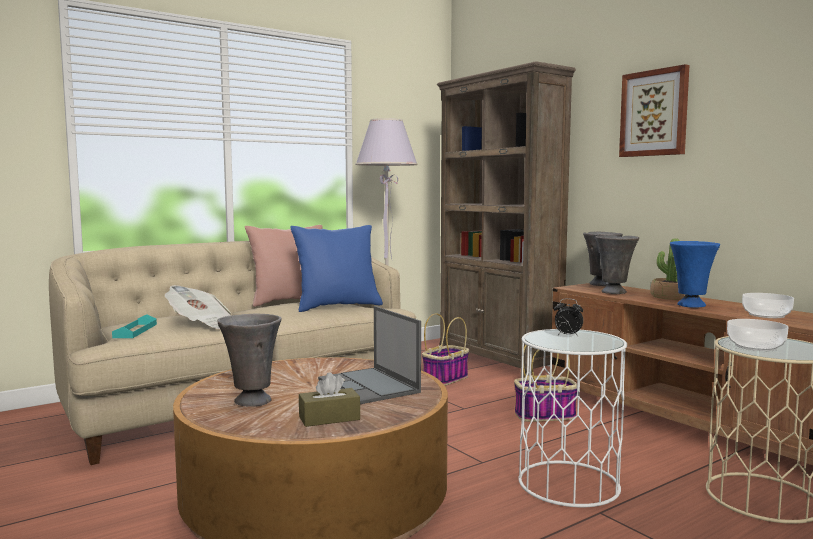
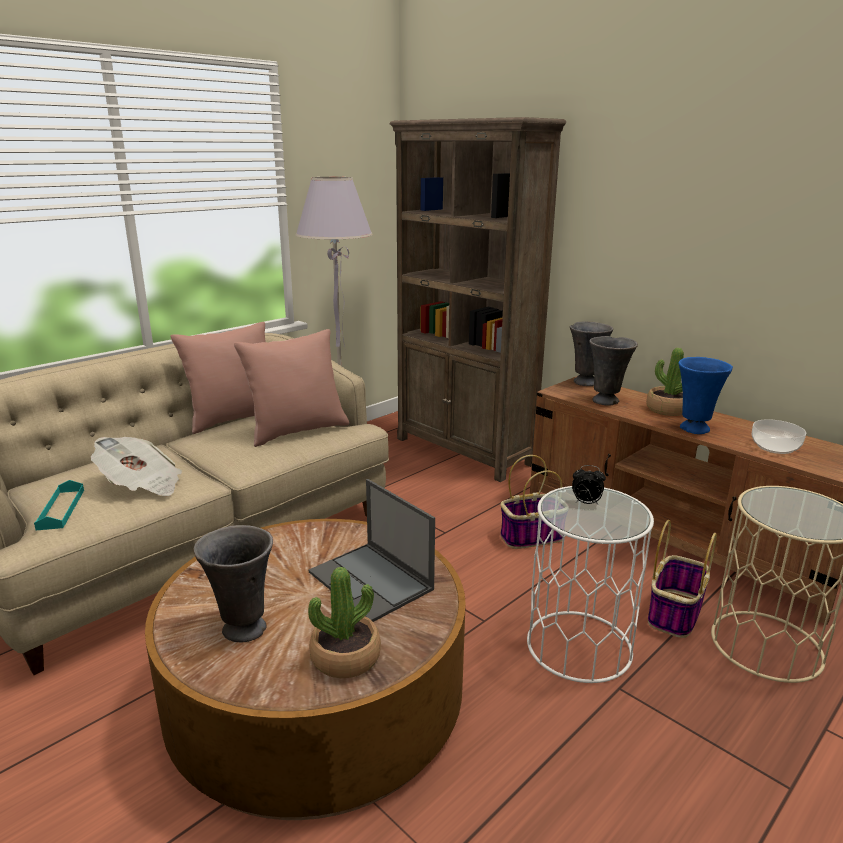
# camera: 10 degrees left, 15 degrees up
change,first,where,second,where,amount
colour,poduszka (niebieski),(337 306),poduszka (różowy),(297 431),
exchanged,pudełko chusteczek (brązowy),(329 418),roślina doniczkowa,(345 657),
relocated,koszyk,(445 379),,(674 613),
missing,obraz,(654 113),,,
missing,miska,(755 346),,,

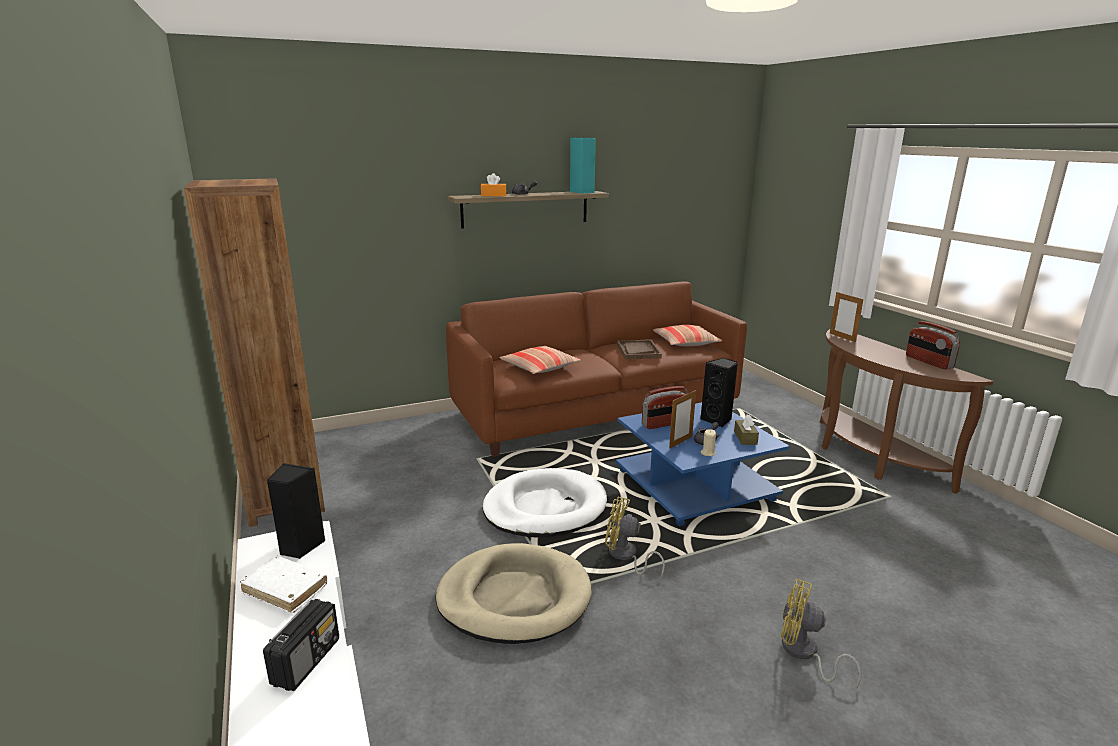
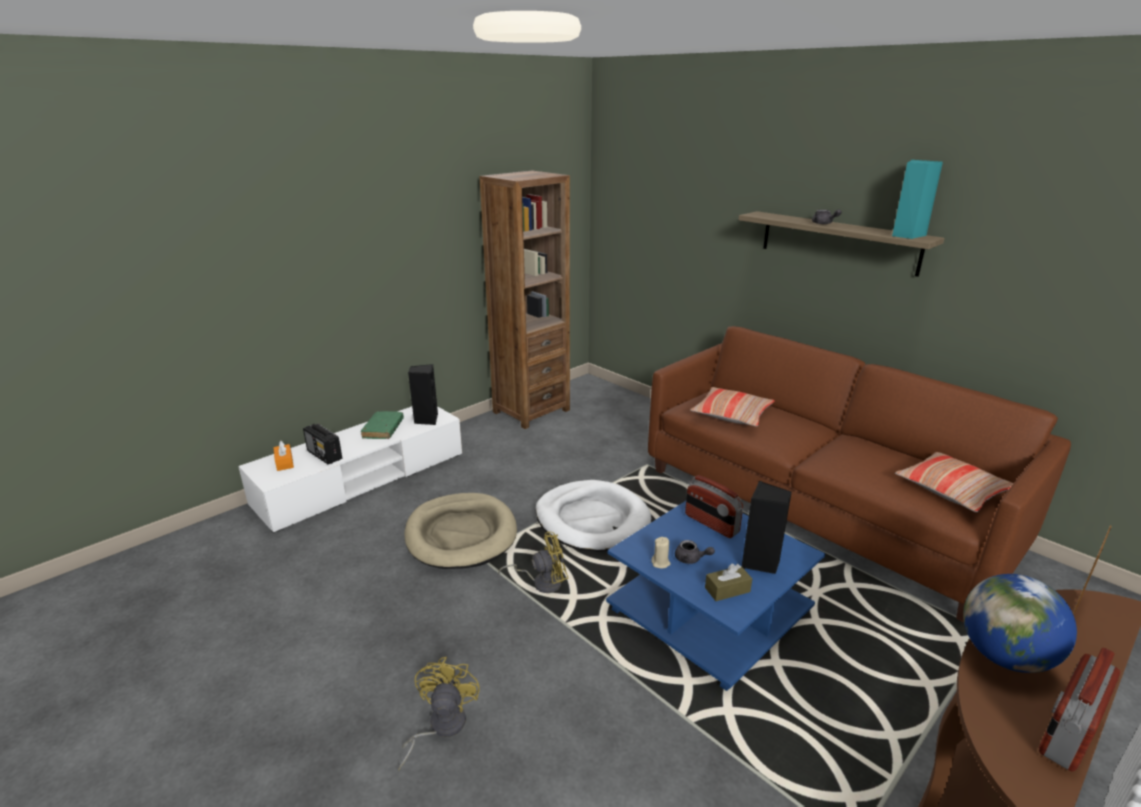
# camera: 70 degrees right, 5 degrees up
change,first,where,second,where,amount
relocated,pudełko chusteczek (pomarańczowy),(493 195),,(284 462),
spun,radio,(307 661),,(325 455),45 degrees clockwise
colour,książka (biały),(285 590),książka (zielony),(383 429),
spun,wentylator (żółty),(626 556),,(542 582),75 degrees clockwise
appeared,,,globus,(1004 656),
missing,taca (brązowy),(638 351),,,
missing,ramka na zdjęcie,(680 442),,,

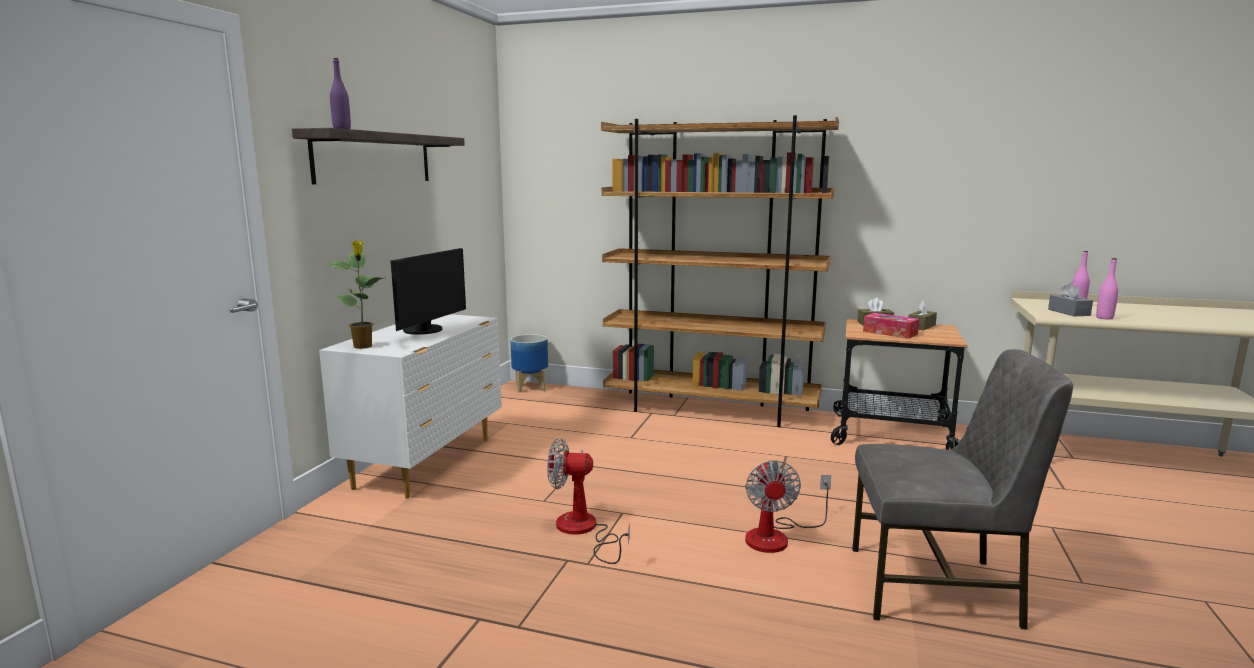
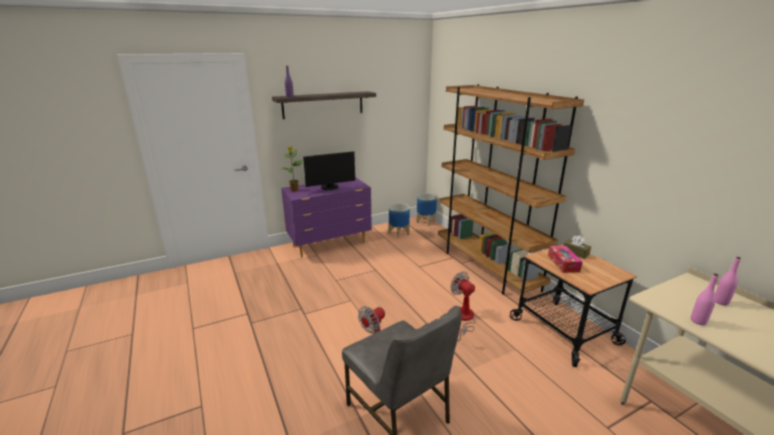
# camera: 45 degrees right, 10 degrees up
change,first,where,second,where,amount
colour,komoda (biały),(427 462),komoda (fioletowy),(330 244),
appeared,,,donica,(398 234),
relocated,wentylator,(583 531),,(463 319),
missing,pudełko chusteczek (brązowy),(921 326),,,
missing,pudełko chusteczek (szary),(1068 312),,,

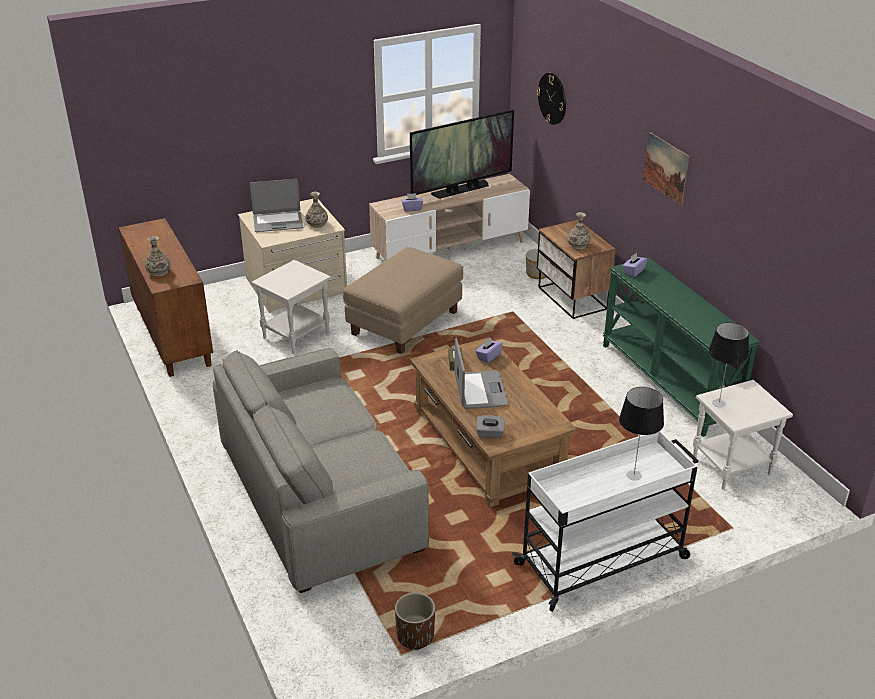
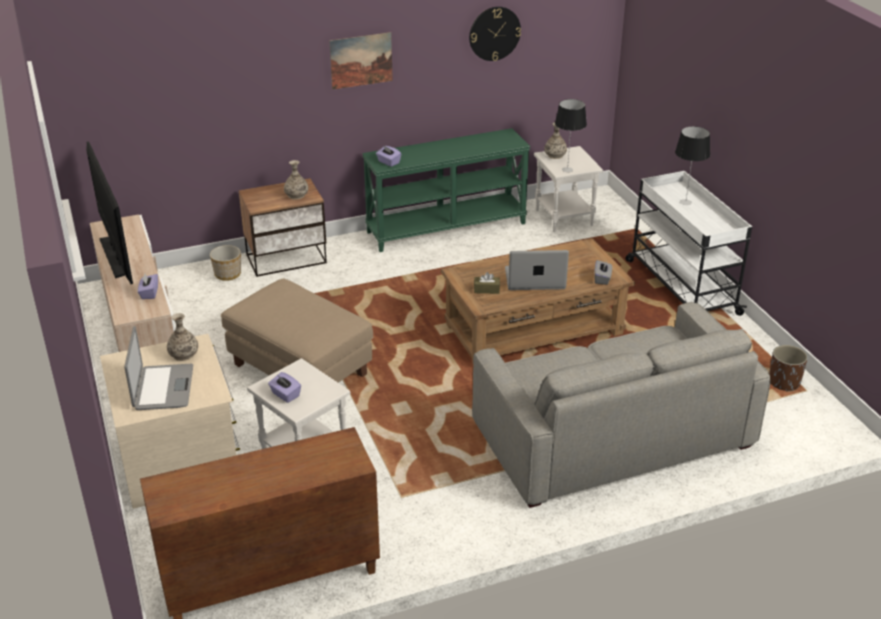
# camera: 85 degrees left, 0 degrees up
change,first,where,second,where,amount
relocated,pudełko chusteczek (fioletowy),(488 356),,(285 395),
relocated,zegar ścienny,(552 98),,(494 33),
relocated,wazon,(158 272),,(555 155),

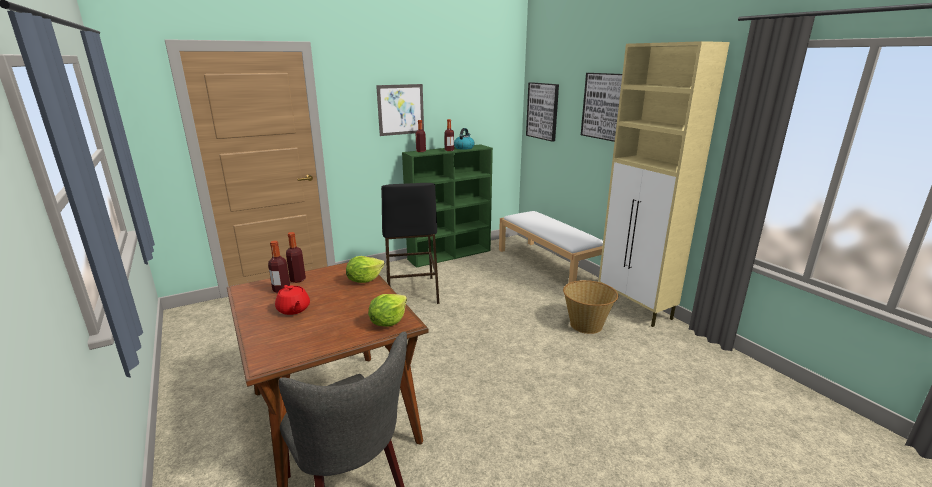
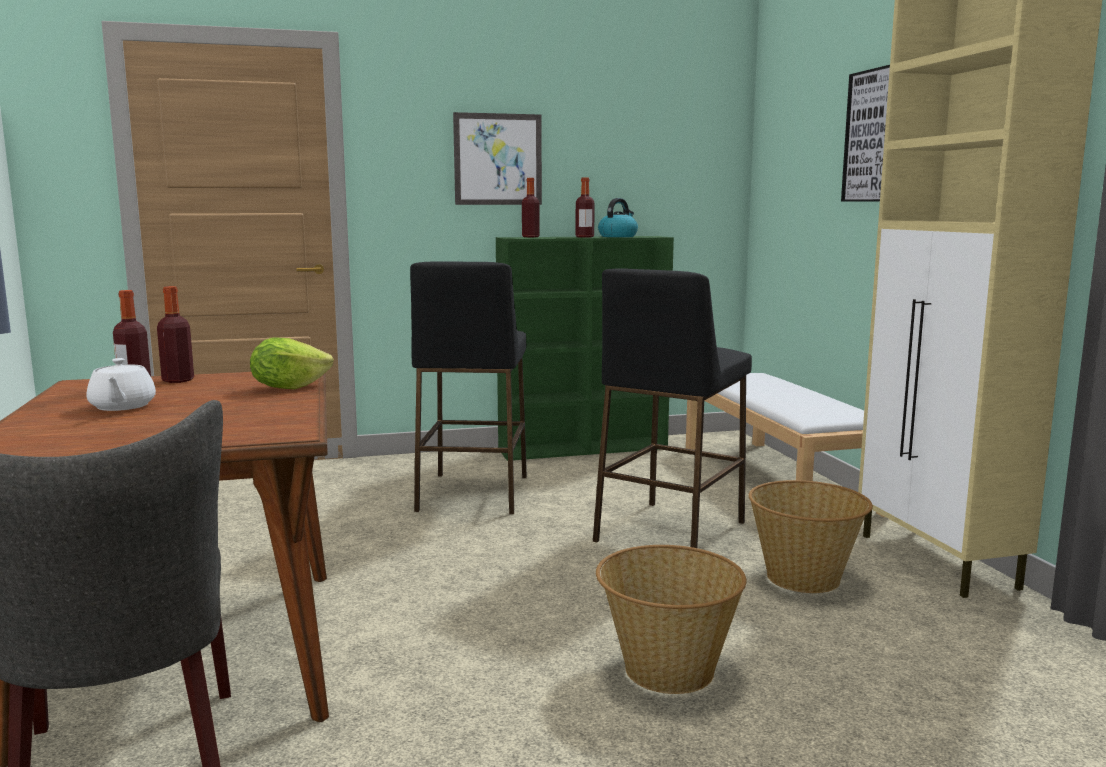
# camera: 15 degrees right, 10 degrees down
change,first,where,second,where,amount
colour,imbryk (czerwony),(293 309),imbryk (biały),(122 407),
appeared,,,stołek (czarny),(670 532),
appeared,,,koszyk,(667 669),
missing,sałata,(388 322),,,
missing,obraz,(543 111),,,

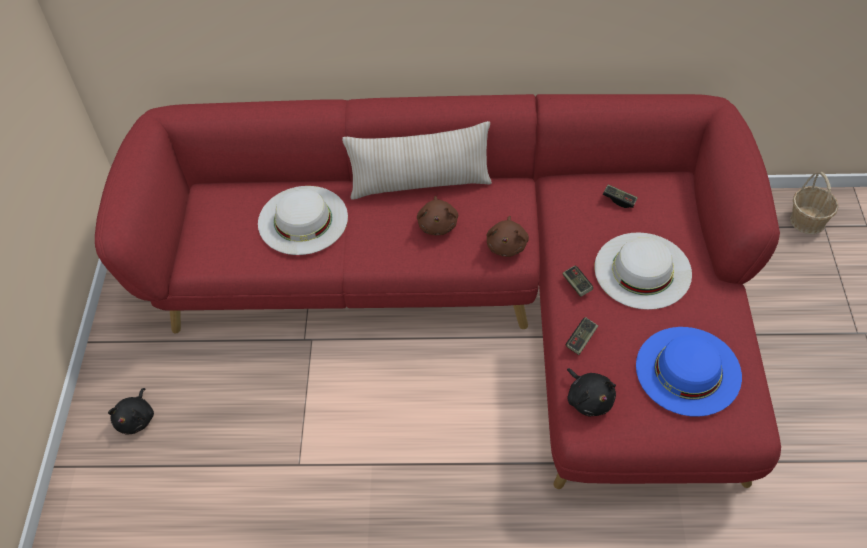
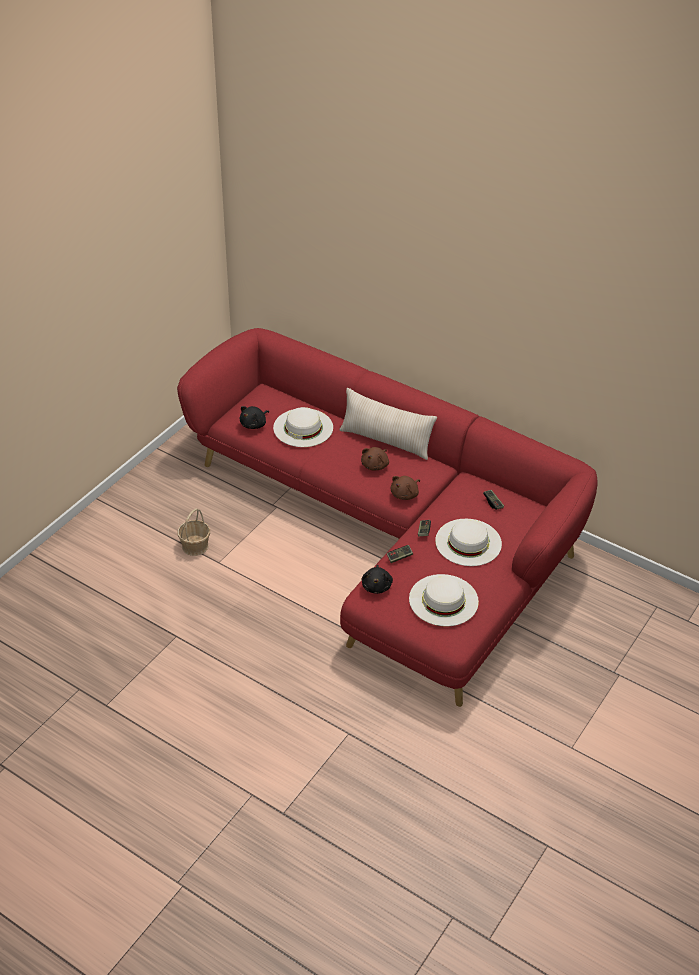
# camera: 30 degrees right, 10 degrees down
change,first,where,second,where,amount
relocated,koszyk,(807 220),,(195 546),
relocated,pluszak (czarny),(136 419),,(254 424),
colour,kapelusz (niebieski),(688 370),kapelusz (biały),(443 600),

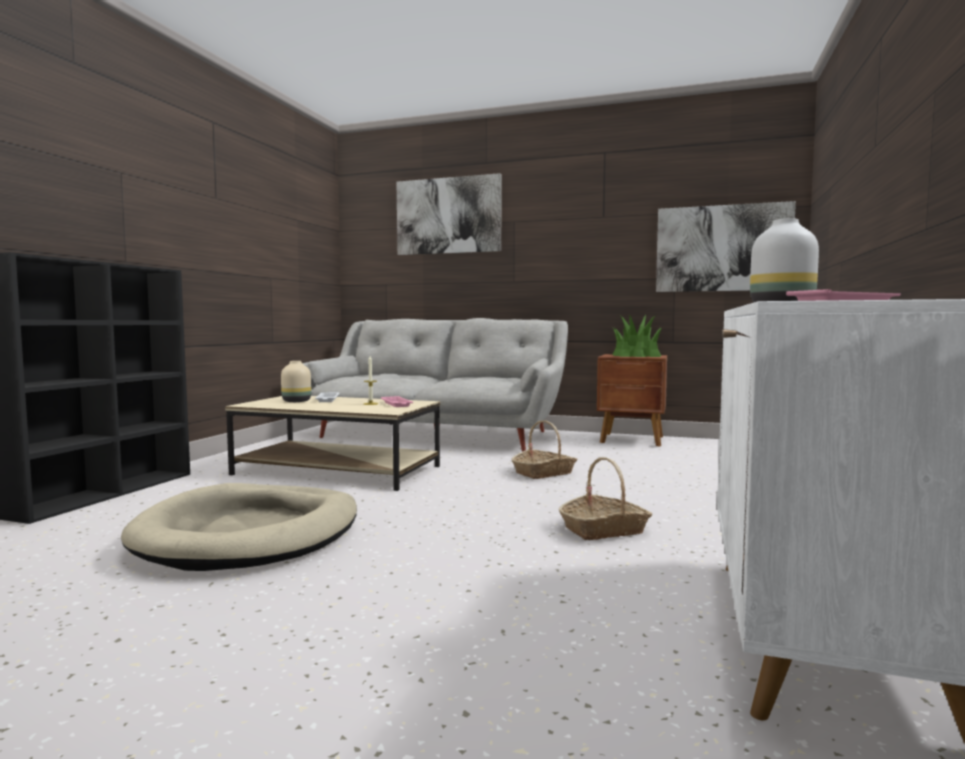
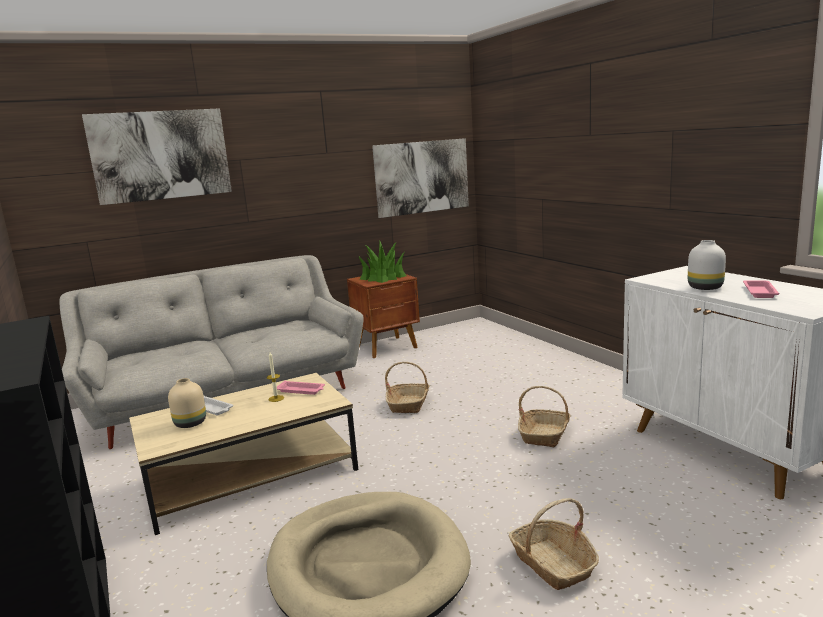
# camera: 45 degrees left, 10 degrees up
change,first,where,second,where,amount
appeared,,,koszyk,(553 564),

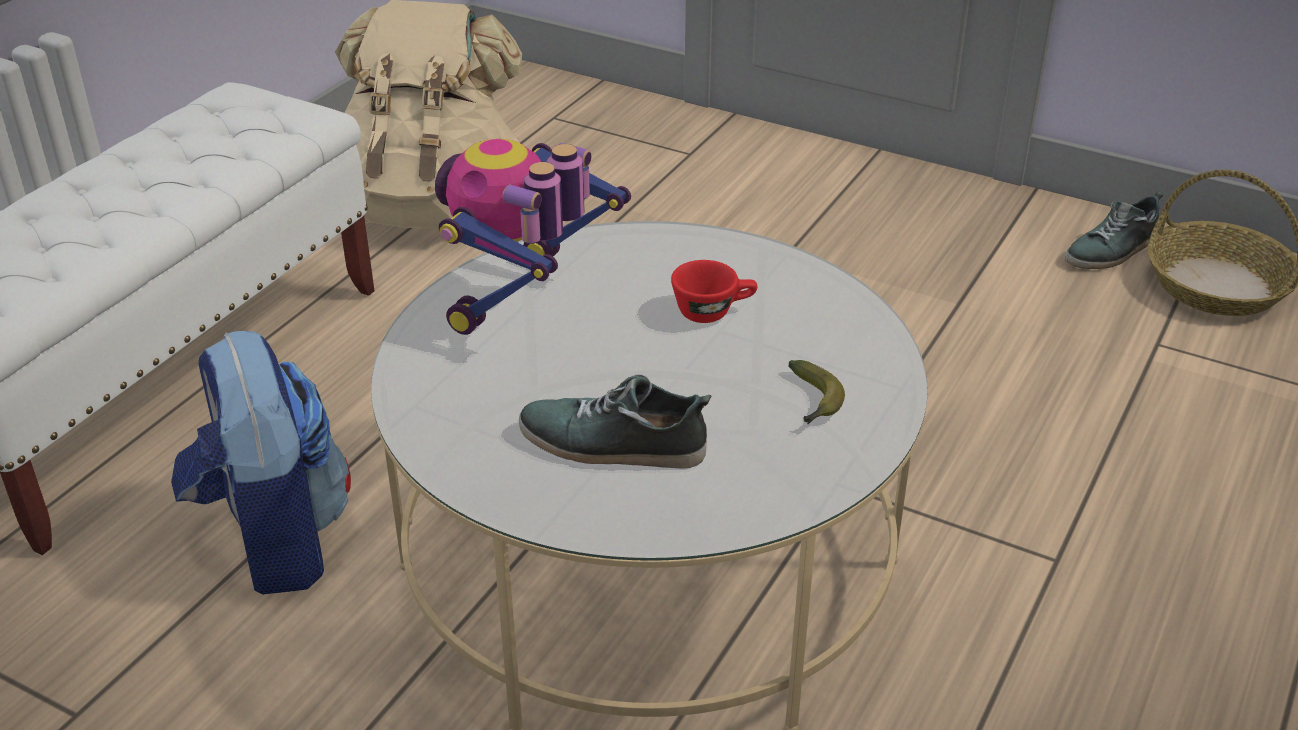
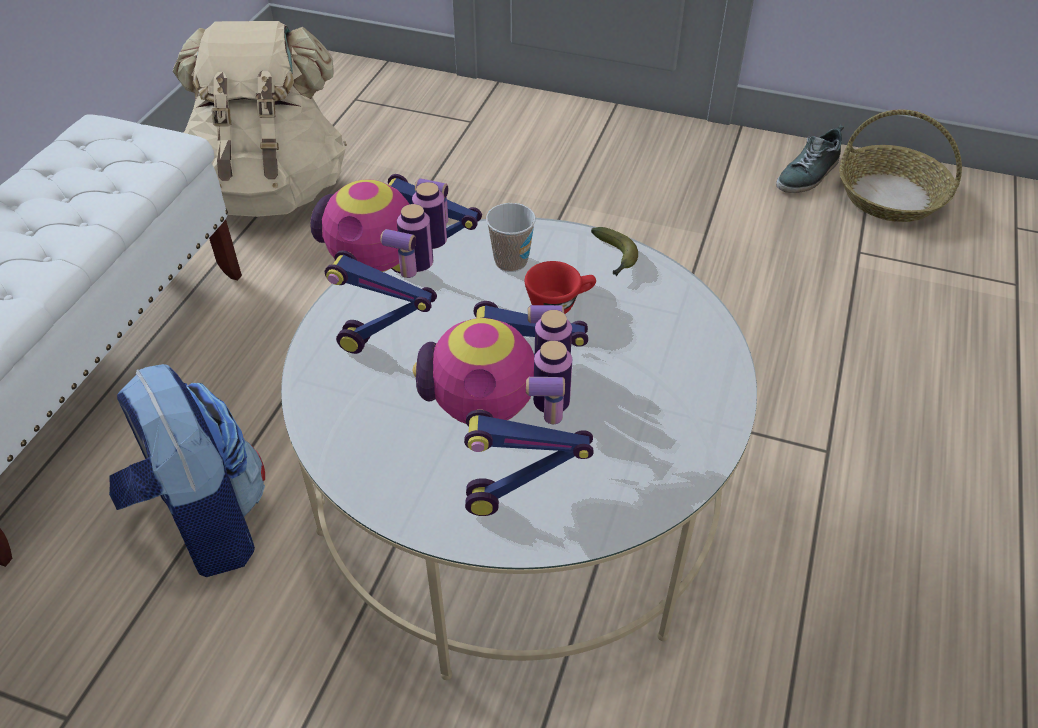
# camera: 10 degrees left, 10 degrees up
change,first,where,second,where,amount
exchanged,but,(612 444),robot zabawkowy,(508 450),
appeared,,,filiżanka,(511 261),
relocated,banan,(813 402),,(614 258),

